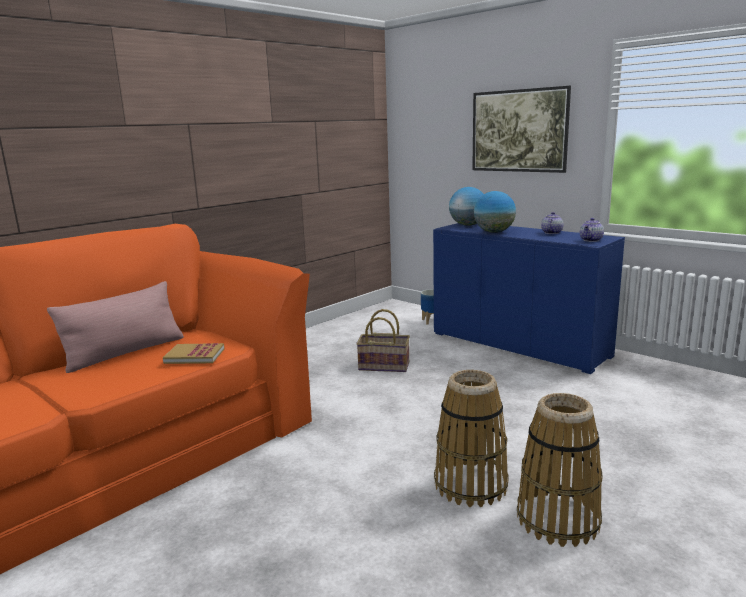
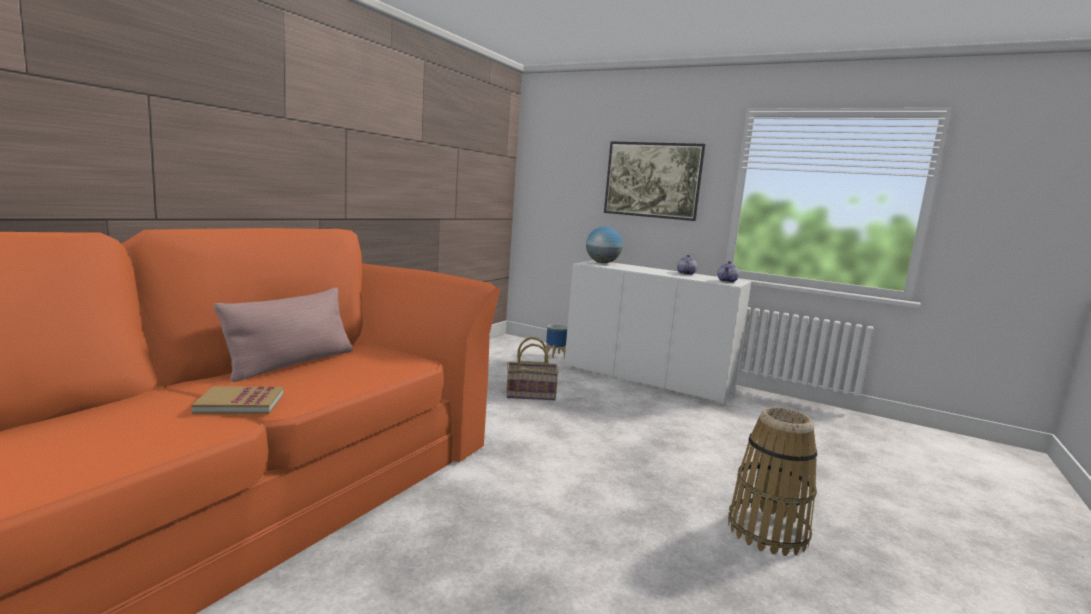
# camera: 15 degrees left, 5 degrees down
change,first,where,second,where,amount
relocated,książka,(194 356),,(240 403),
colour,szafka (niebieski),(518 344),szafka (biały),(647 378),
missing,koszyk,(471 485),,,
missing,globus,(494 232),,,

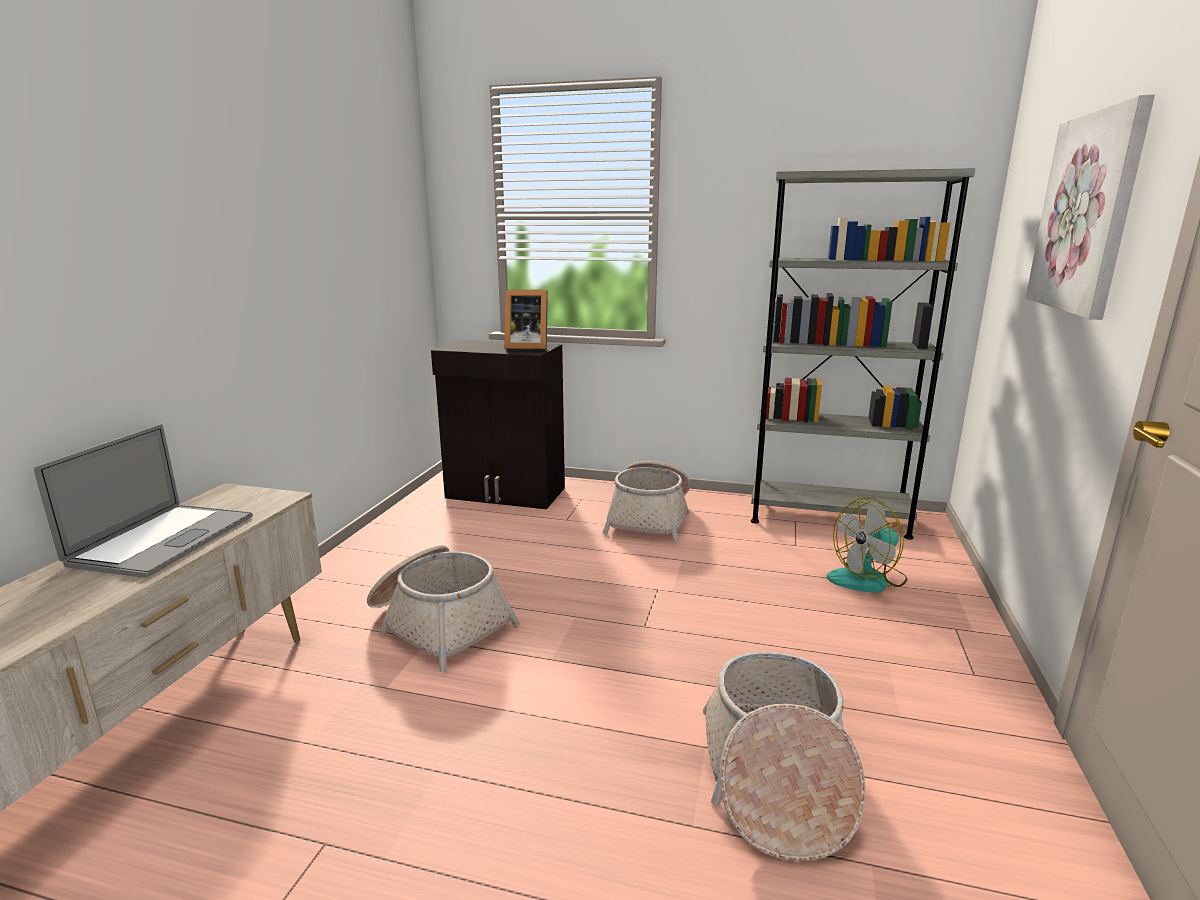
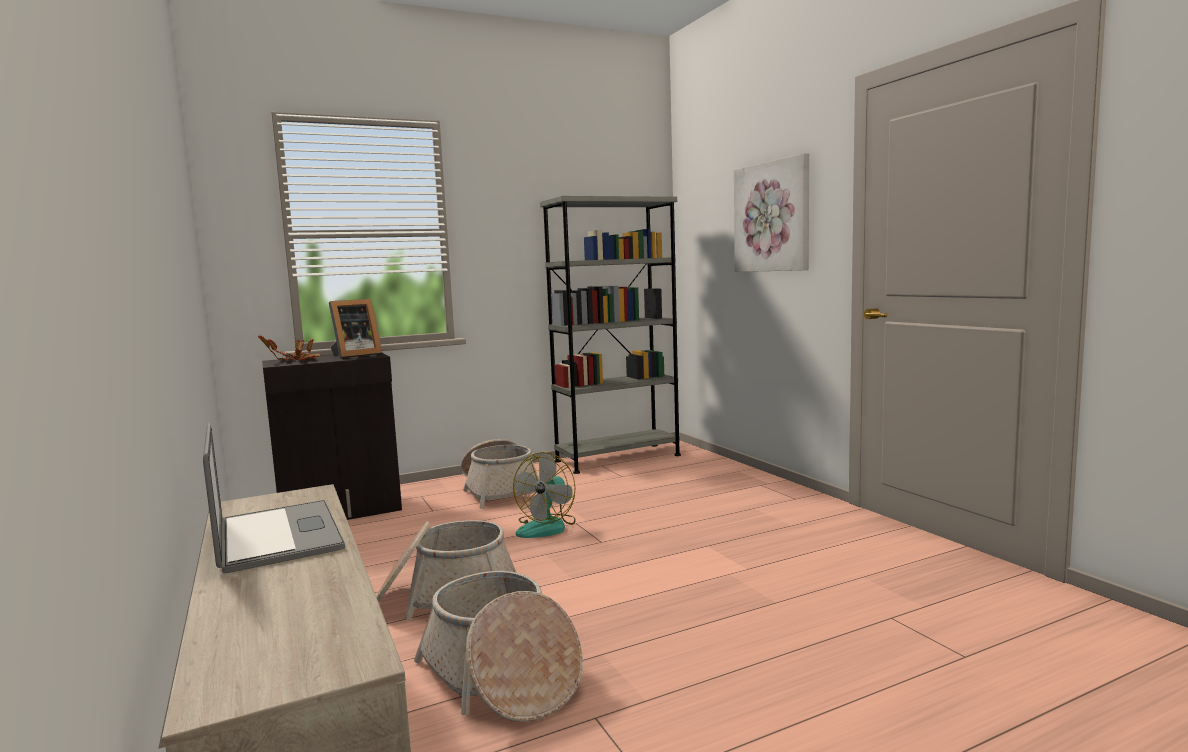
# camera: 40 degrees left, 10 degrees down
change,first,where,second,where,amount
appeared,,,roślina doniczkowa,(295 360),
relocated,koszyk,(775 777),,(501 676),
relocated,wentylator,(868 579),,(547 527),

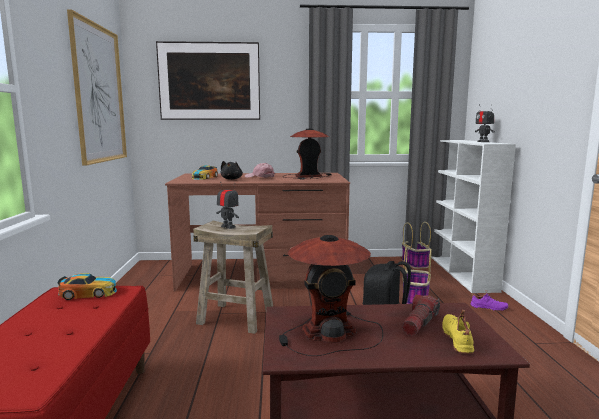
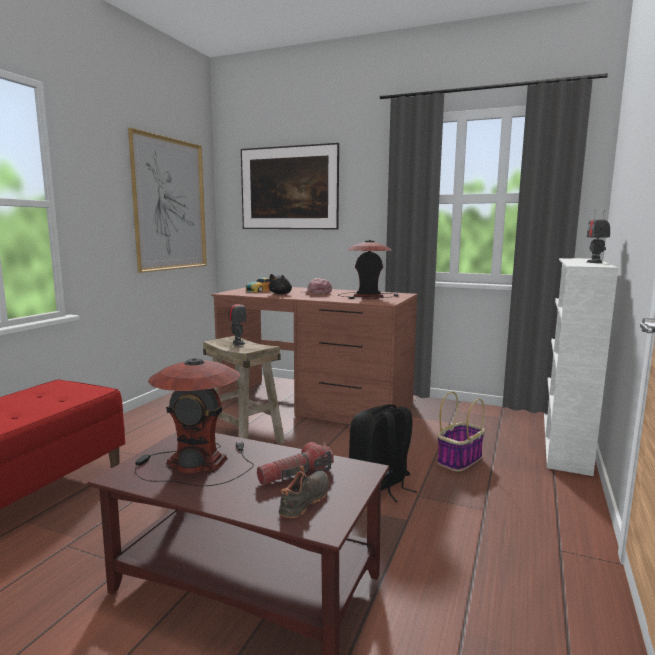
# camera: 25 degrees right, 0 degrees up
change,first,where,second,where,amount
colour,but (żółty),(458 339),but (czarny),(306 501),
missing,samochodzik,(89 293),,,
missing,koszyk,(414 263),,,
missing,but (fioletowy),(489 308),,,

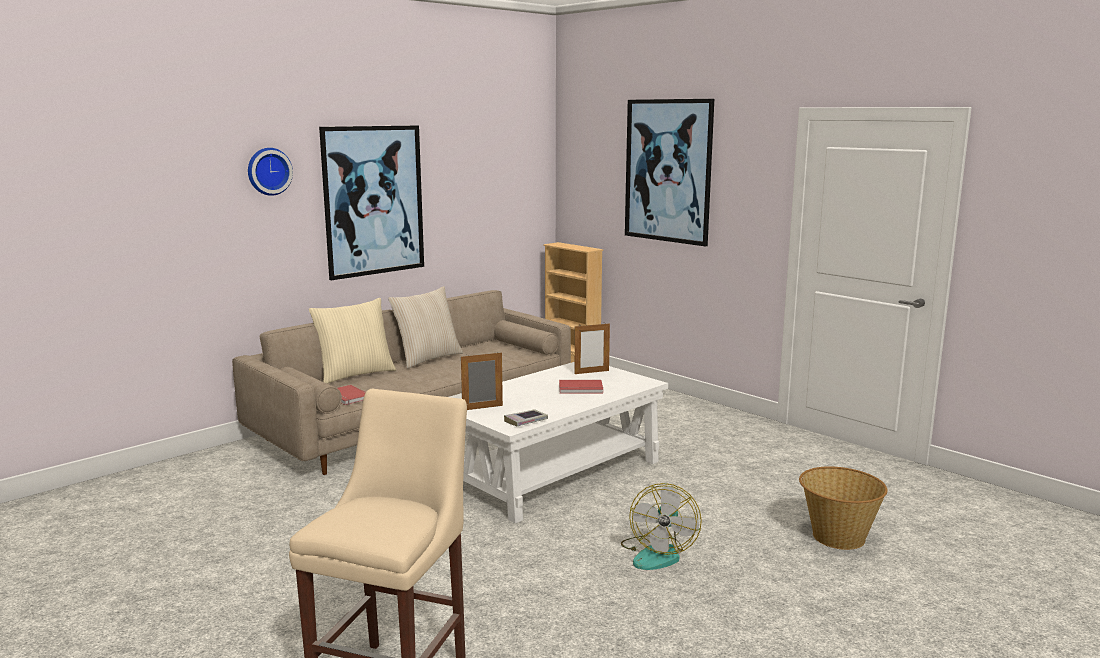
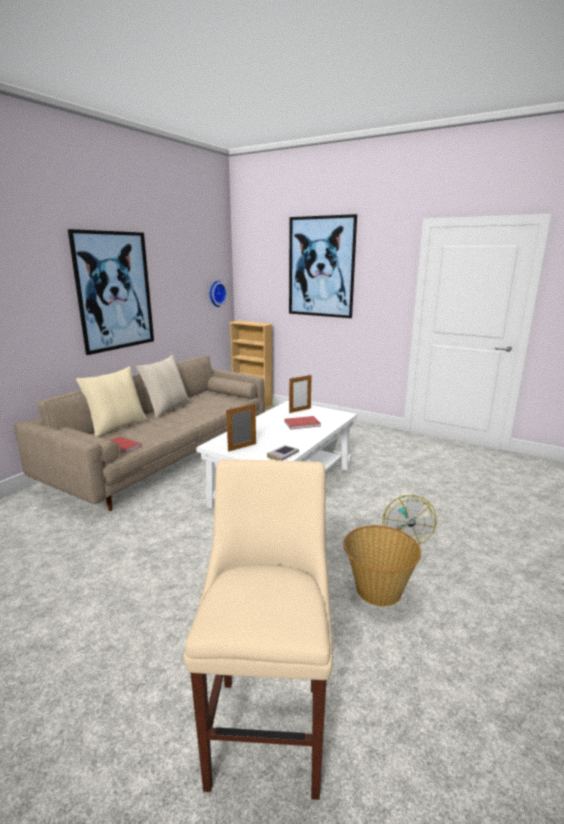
# camera: 15 degrees left, 5 degrees up
change,first,where,second,where,amount
relocated,zegar ścienny,(268 171),,(216 293),
relocated,koszyk,(837 537),,(377 590),

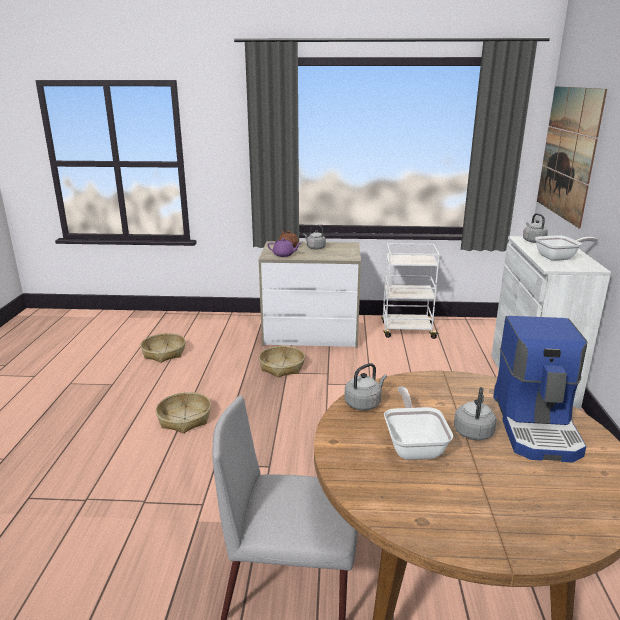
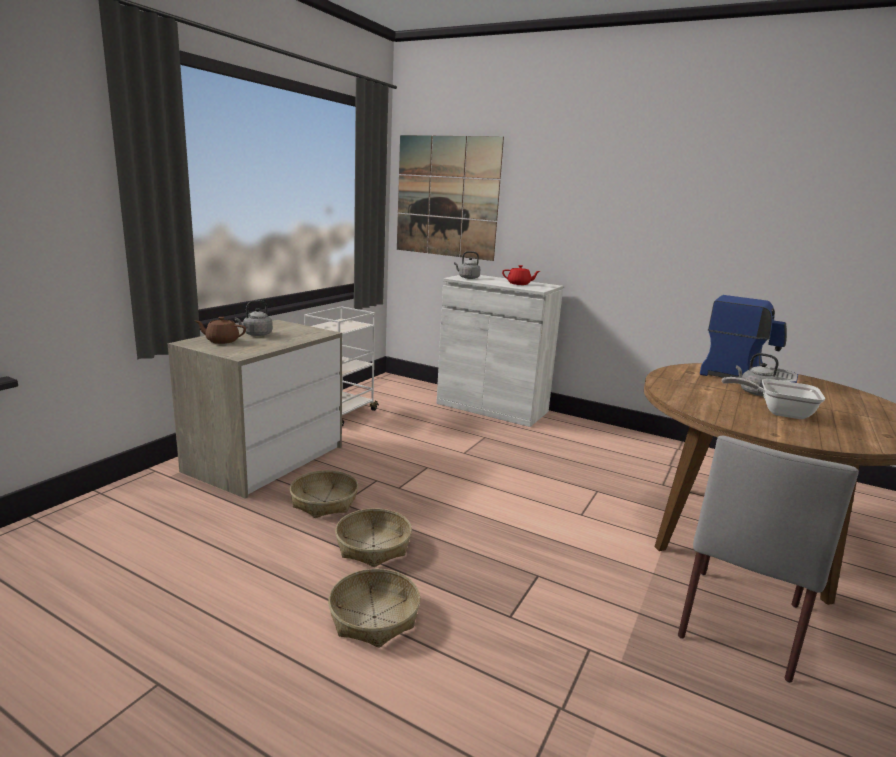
# camera: 65 degrees left, 5 degrees down
change,first,where,second,where,amount
relocated,koszyk,(164 353),,(373 546),
exchanged,patelnia,(559 258),imbryk (czerwony),(519 284),
missing,imbryk (fioletowy),(284 255),,,
missing,czajnik (szary),(364 403),,,

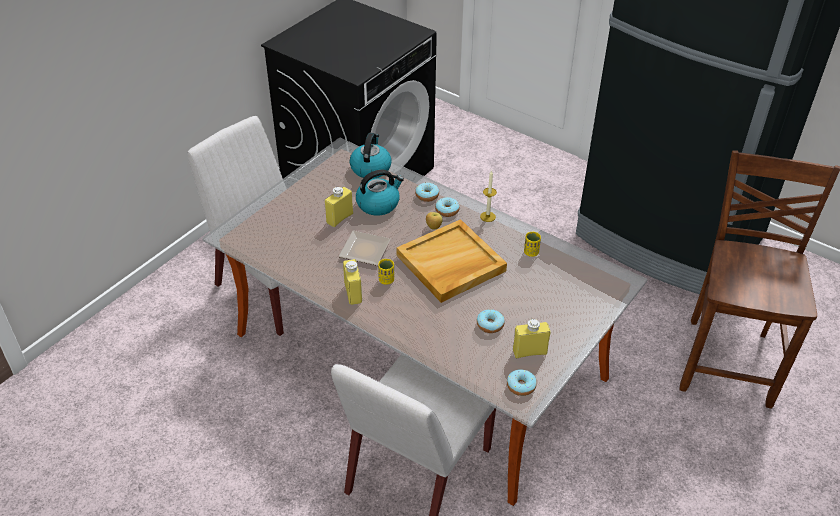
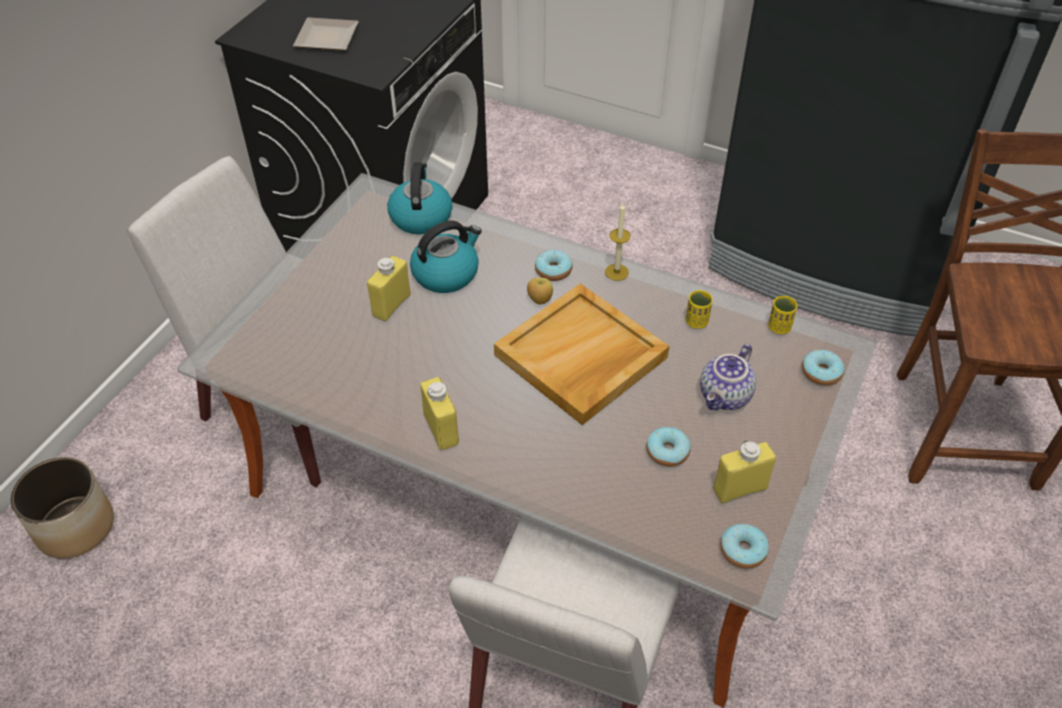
# camera: 10 degrees left, 5 degrees up
change,first,where,second,where,amount
appeared,,,donica,(74 526),
relocated,talerz,(365 251),,(328 39),
appeared,,,imbryk,(726 397),
relocated,filiżanka (żółty),(386 280),,(779 327),
relocated,donut,(427 195),,(821 372),

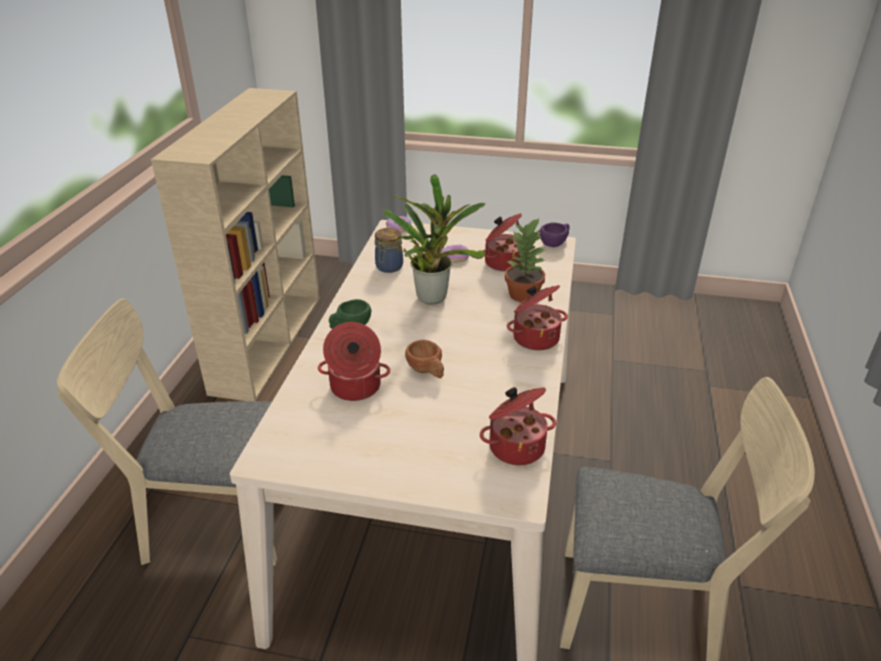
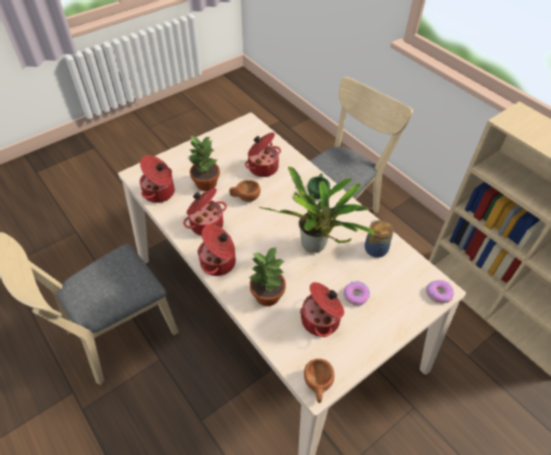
# camera: 130 degrees right, 15 degrees up
change,first,where,second,where,amount
appeared,,,garnek,(206 224),
appeared,,,roślina doniczkowa,(205 183),
colour,filiżanka (fioletowy),(555 243),filiżanka (brązowy),(318 385),

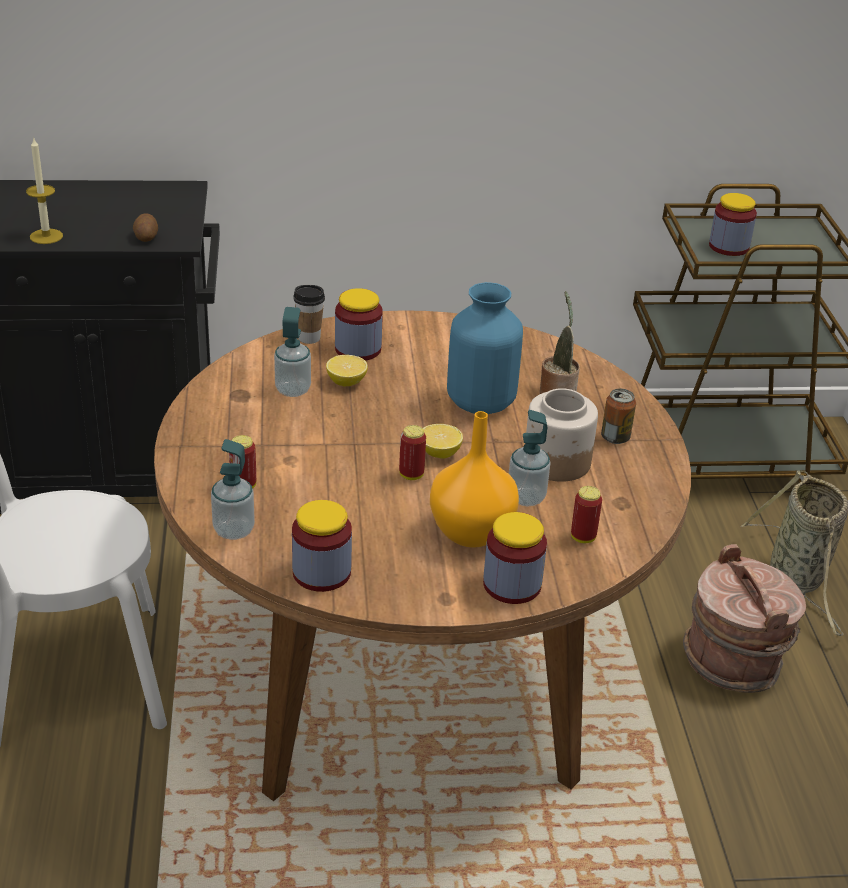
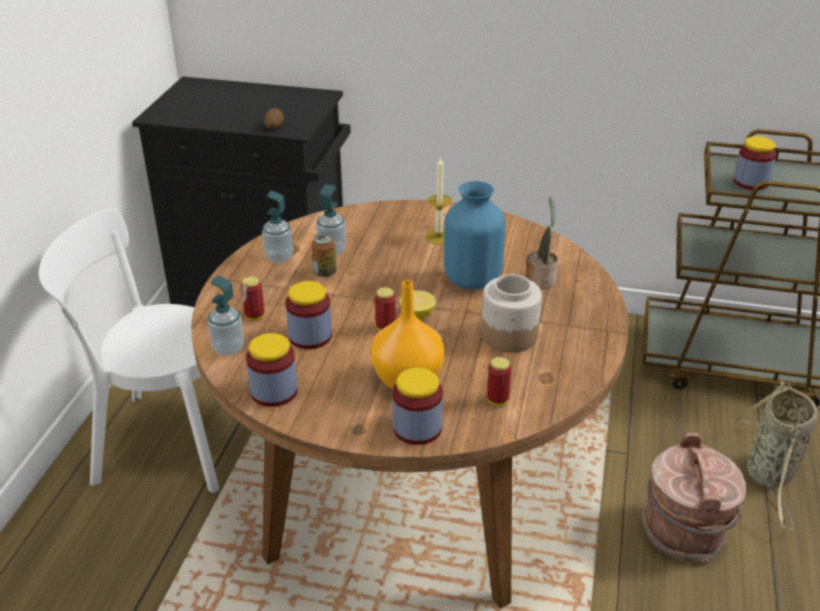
# camera: 20 degrees right, 0 degrees up
change,first,where,second,where,amount
relocated,dozownik mydła,(526 497),,(279 257),
relocated,słoik,(358 349),,(310 336),
relocated,puszka,(615 437),,(325 272),
relocated,świeca,(46 236),,(438 237),
missing,filiżanka,(309 338),,,
missing,cytryna,(346 382),,,

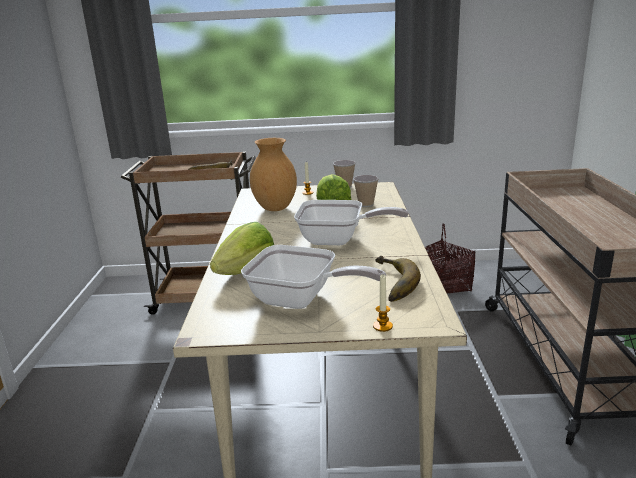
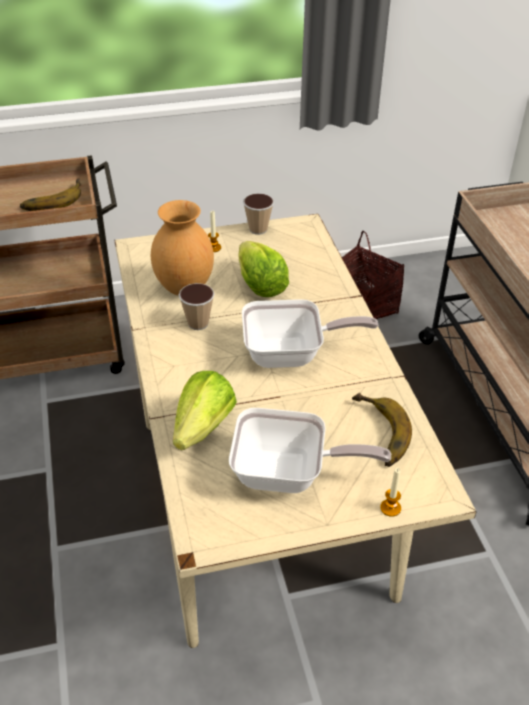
# camera: 15 degrees left, 20 degrees up
change,first,where,second,where,amount
relocated,filiżanka,(366 204),,(198 323),

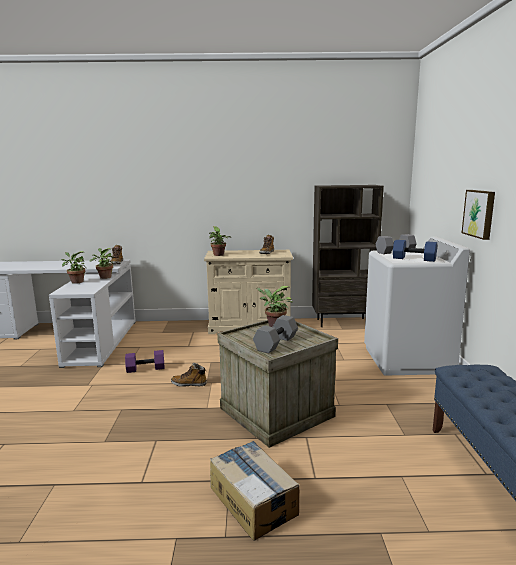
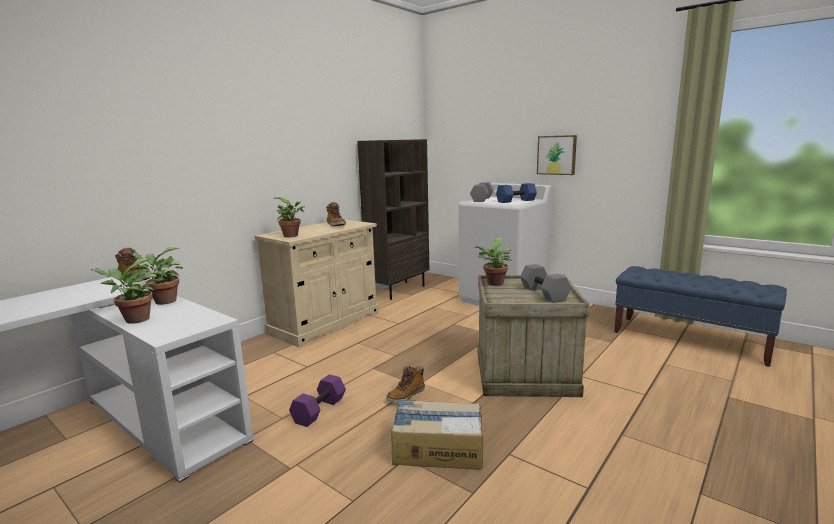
# camera: 50 degrees left, 0 degrees up
change,first,where,second,where,amount
relocated,karton,(253 500),,(437 448),

